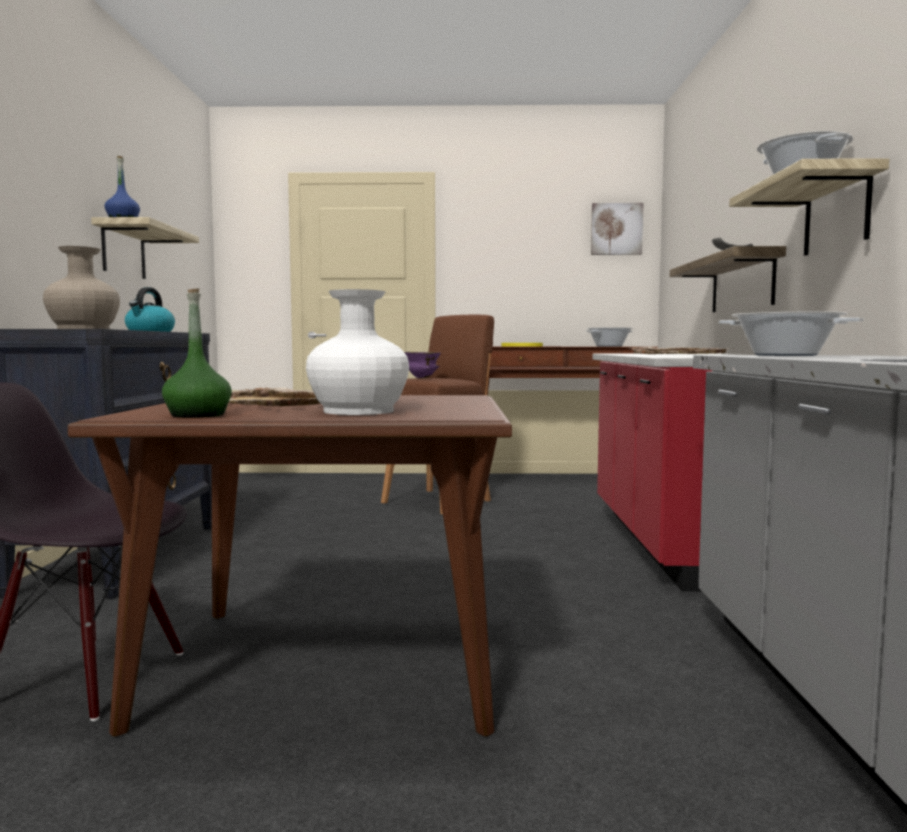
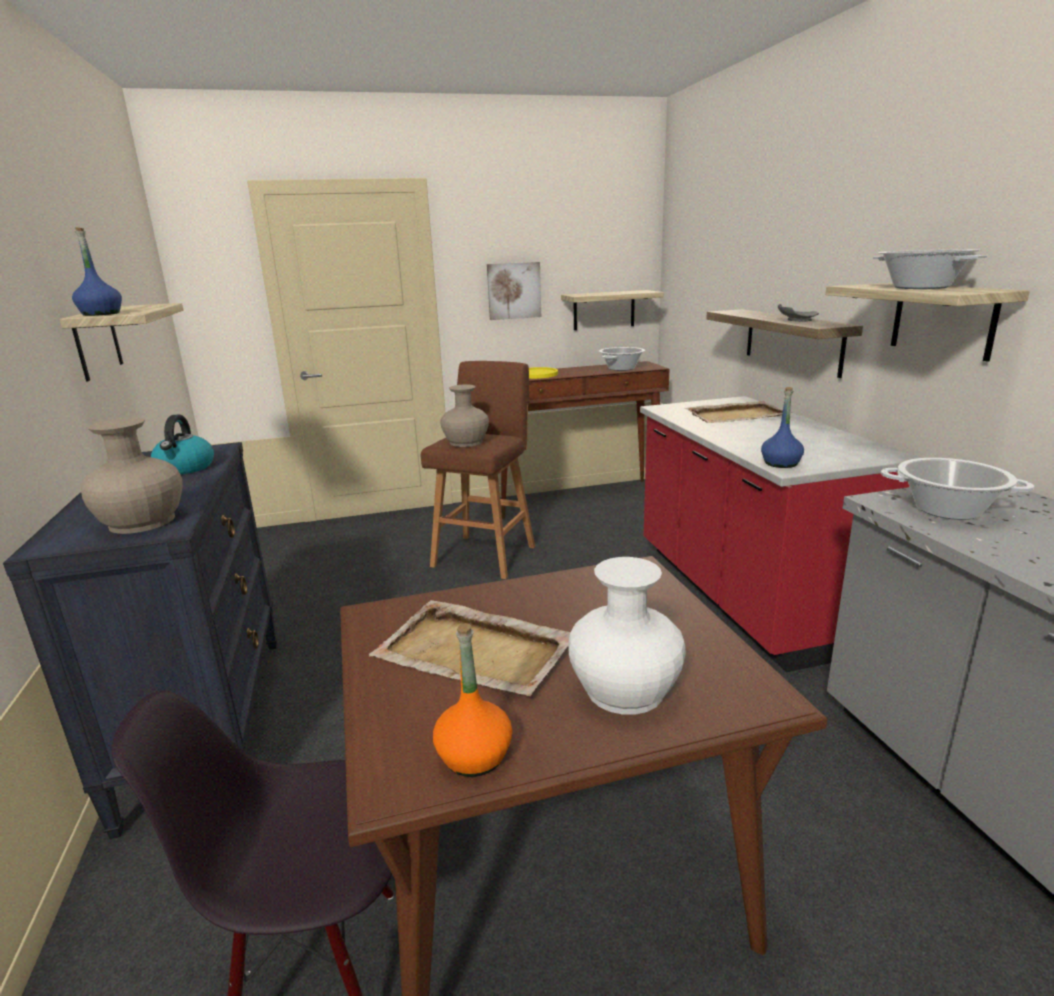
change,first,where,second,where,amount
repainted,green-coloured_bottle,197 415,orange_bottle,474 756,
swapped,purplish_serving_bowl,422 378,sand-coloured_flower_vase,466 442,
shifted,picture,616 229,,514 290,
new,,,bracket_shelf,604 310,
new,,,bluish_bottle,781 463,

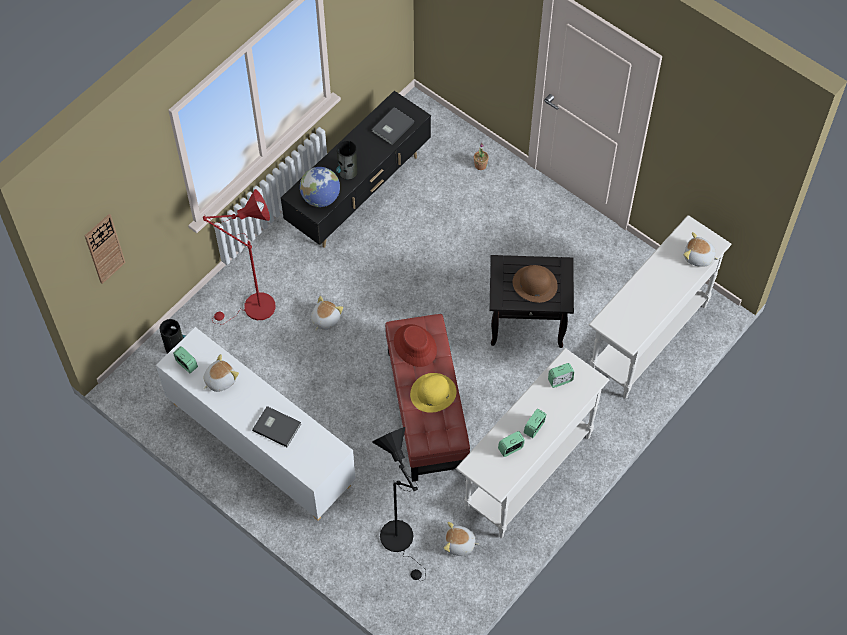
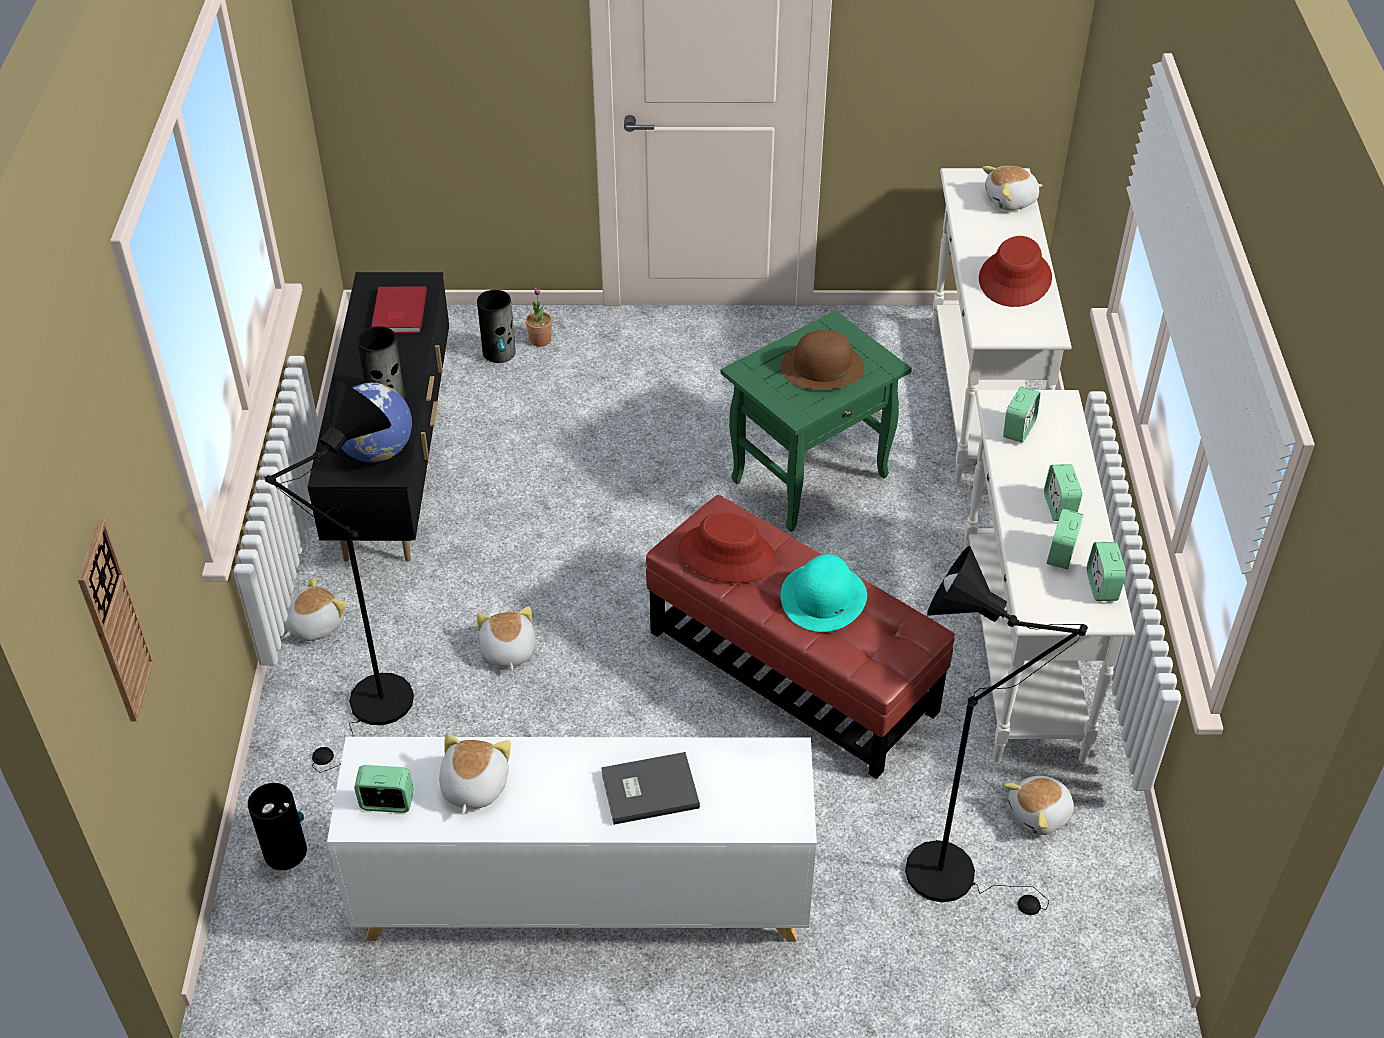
change,first,where,second,where,amount
repainted,reddish_floor_lamp,253 309,blackish_floor_lamp,374 710,
repainted,grey_book,391 126,reddish_book,397 313,
repainted,yellow-coloured_clothing_hat,433 393,blue-green_clothing_hat,823 597,
repainted,blackish_accent_table,528 323,green-coloured_accent_table,810 477,
new,,,soft_toy,314 625,
new,,,flower_vase,499 352,
new,,,reddish_clothing_hat,1015 279,
new,,,table_clock,1102 586,

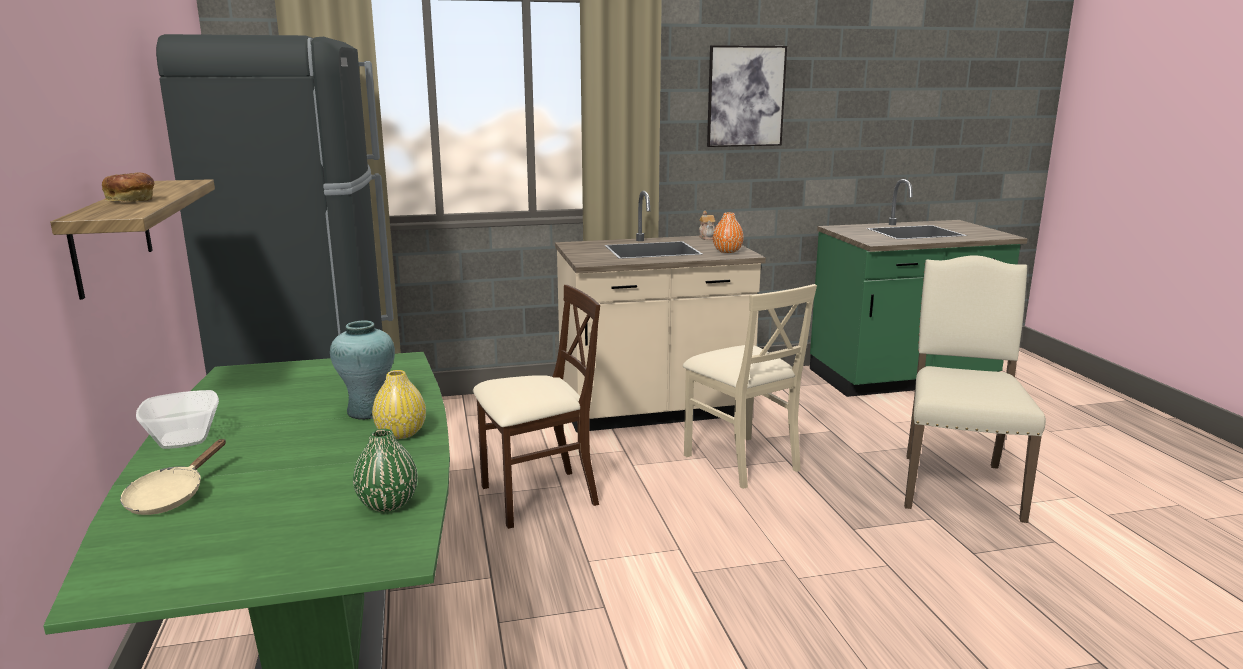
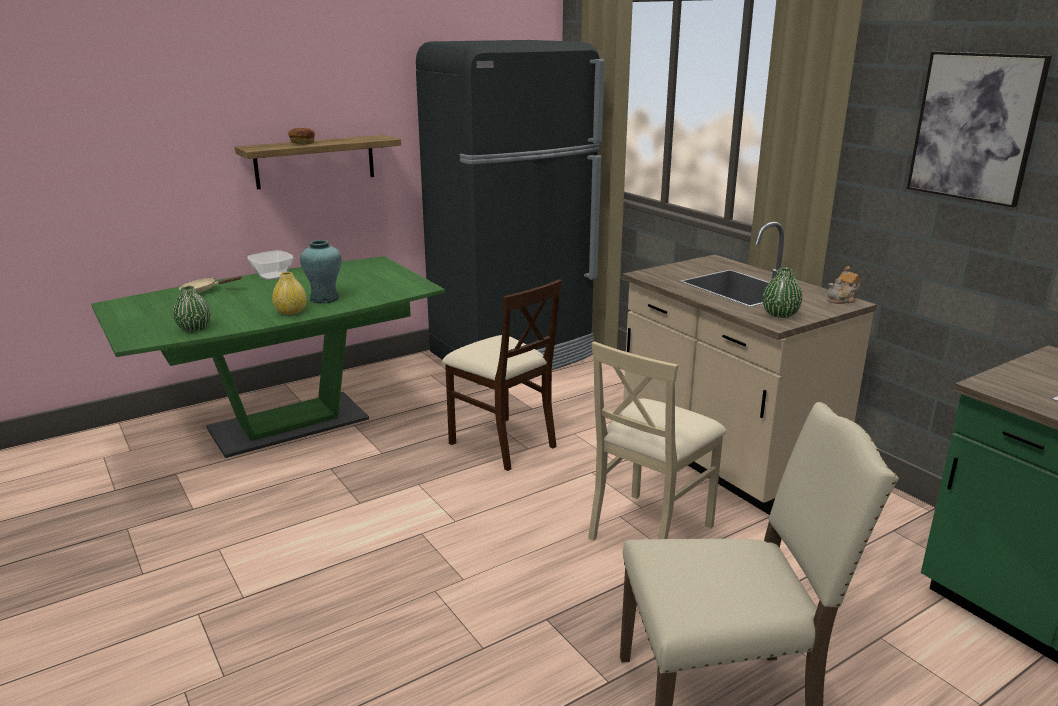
change,first,where,second,where,amount
repainted,orange_flower_vase,727 251,green-coloured_flower_vase,780 314,

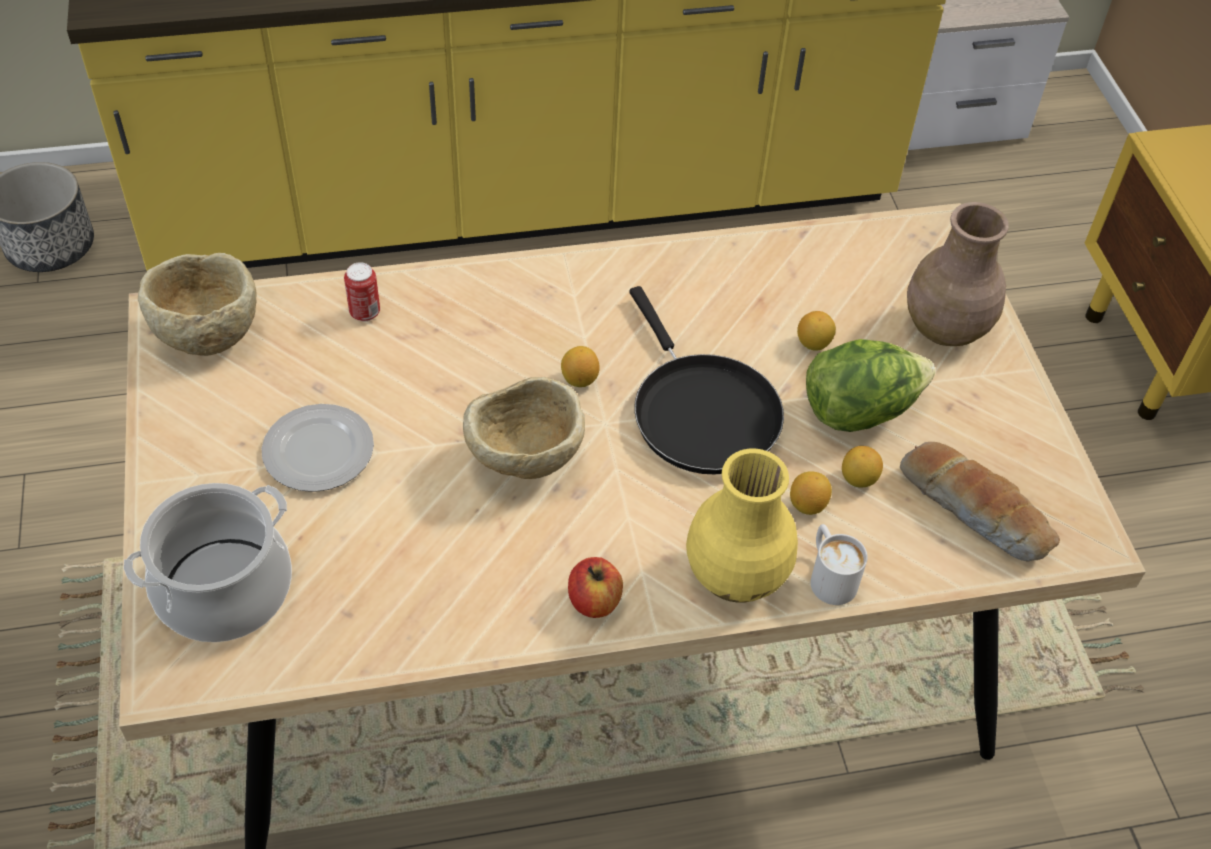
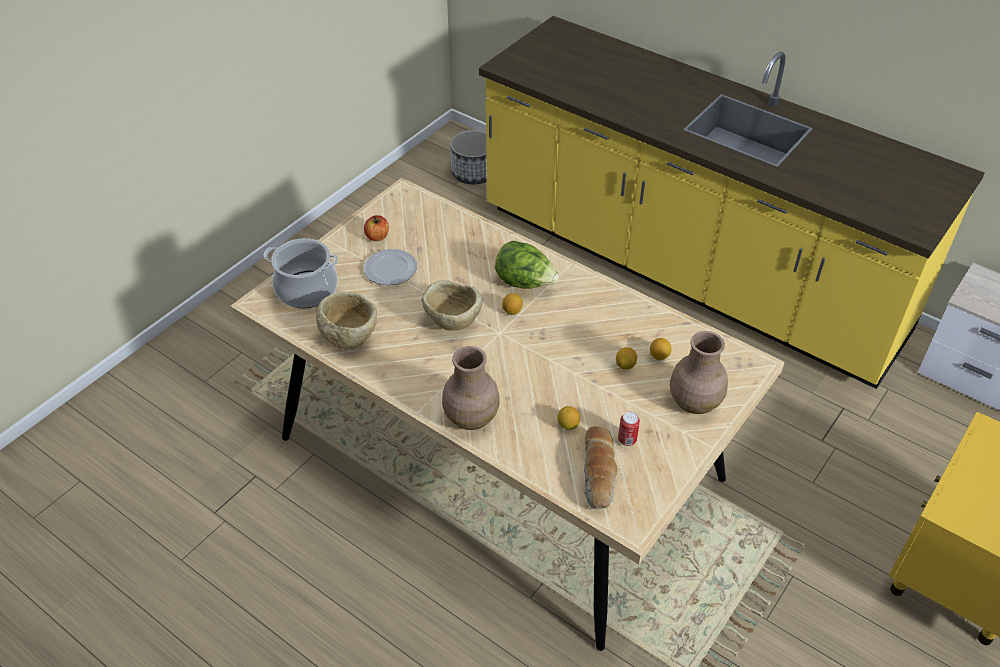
change,first,where,second,where,amount
shifted,sand-coloured_serving_bowl,207 334,,350 337,
shifted,metal_can,365 313,,627 440,
shifted,apple_fruit,594 601,,377 236,
gone,blackish_skillet,701 412,,,
repainted,yellow-coloured_flower_vase,734 576,brownish_flower_vase,470 417,
shifted,whole_lemon,807 505,,659 356,
shifted,lettuce,859 410,,525 283,
gone,white-coloured_coffee_mug,829 576,,,

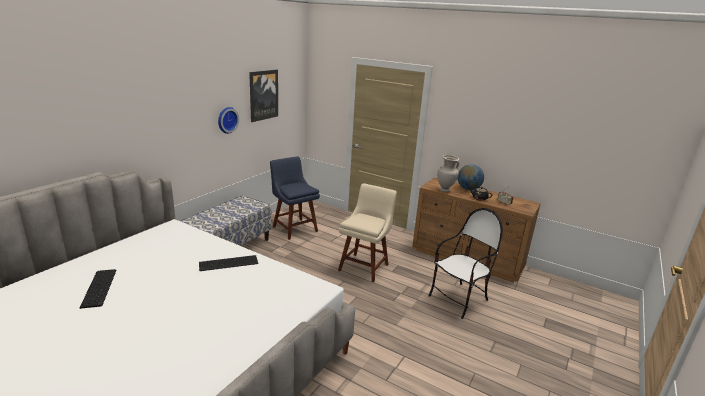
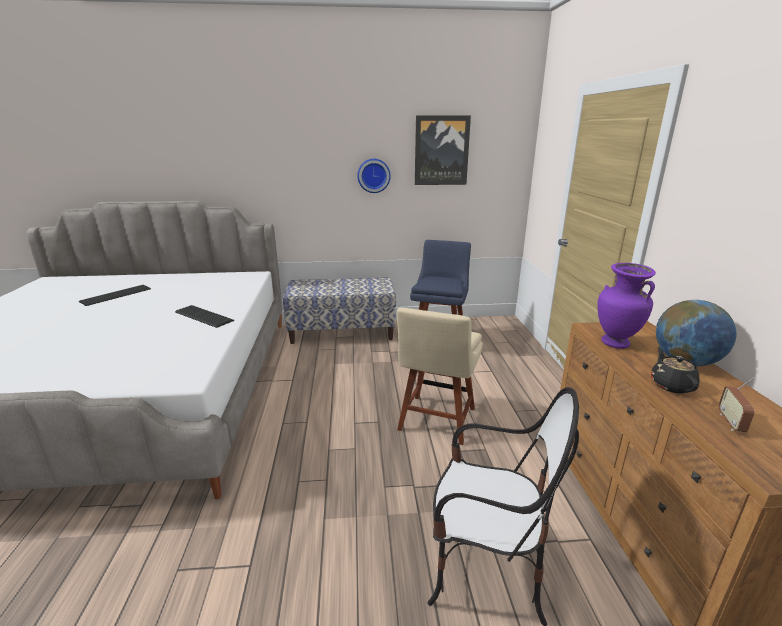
change,first,where,second,where,amount
rotated,sand-coloured_plain_chair,364 266,,436 421,120 degrees clockwise
repainted,sand-coloured_flower_vase,445 190,purplish_flower_vase,615 343,

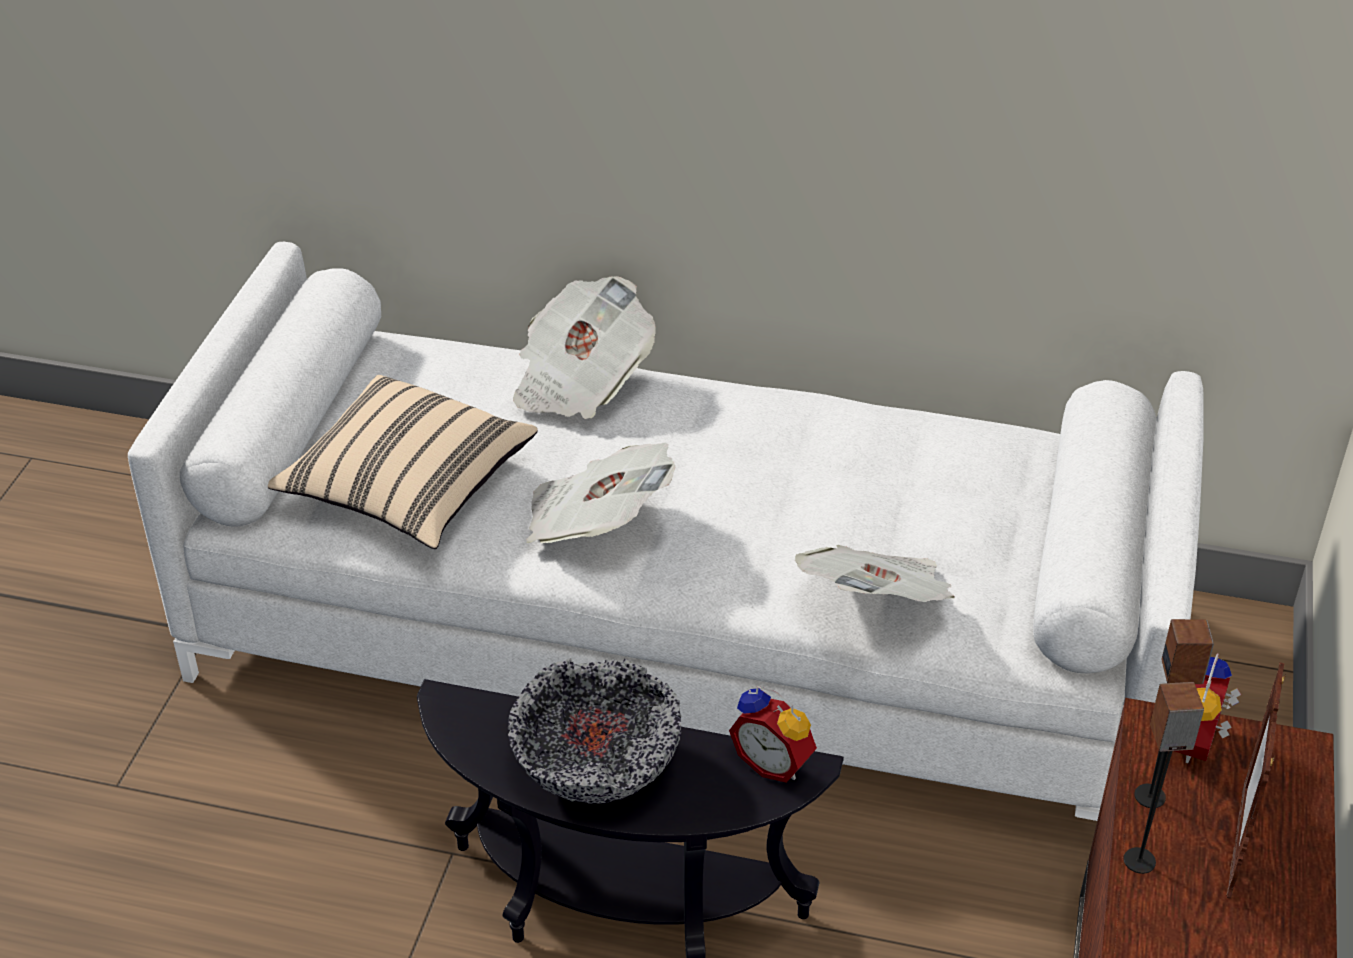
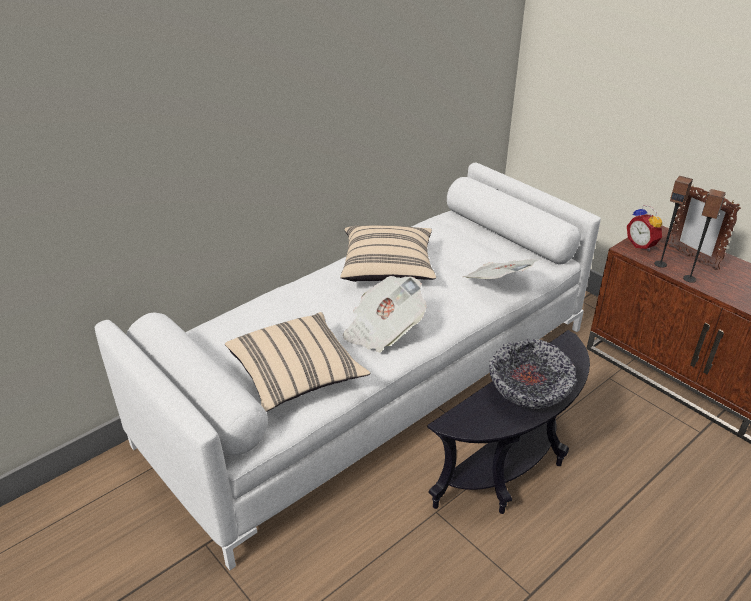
change,first,where,second,where,amount
gone,printed_paper,580 381,,,
gone,table_clock,774 762,,,
new,,,sand-coloured_cushion,387 268,

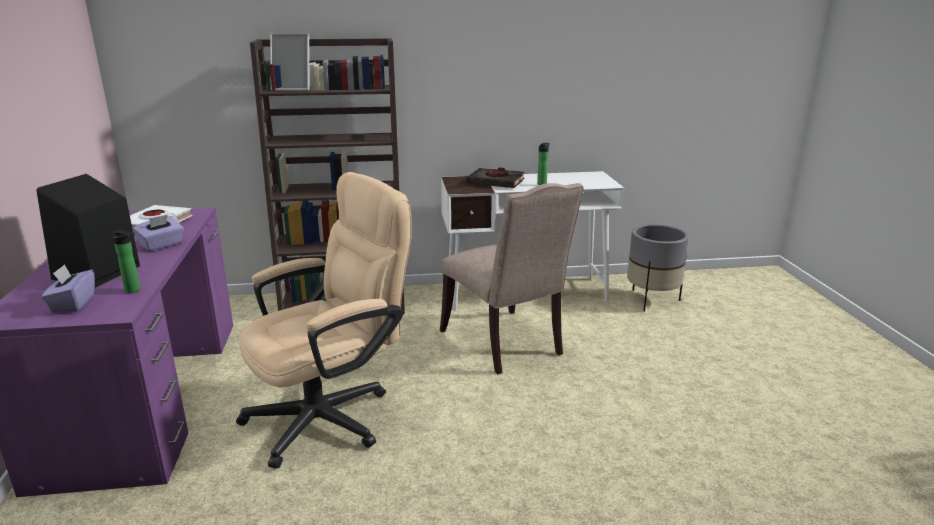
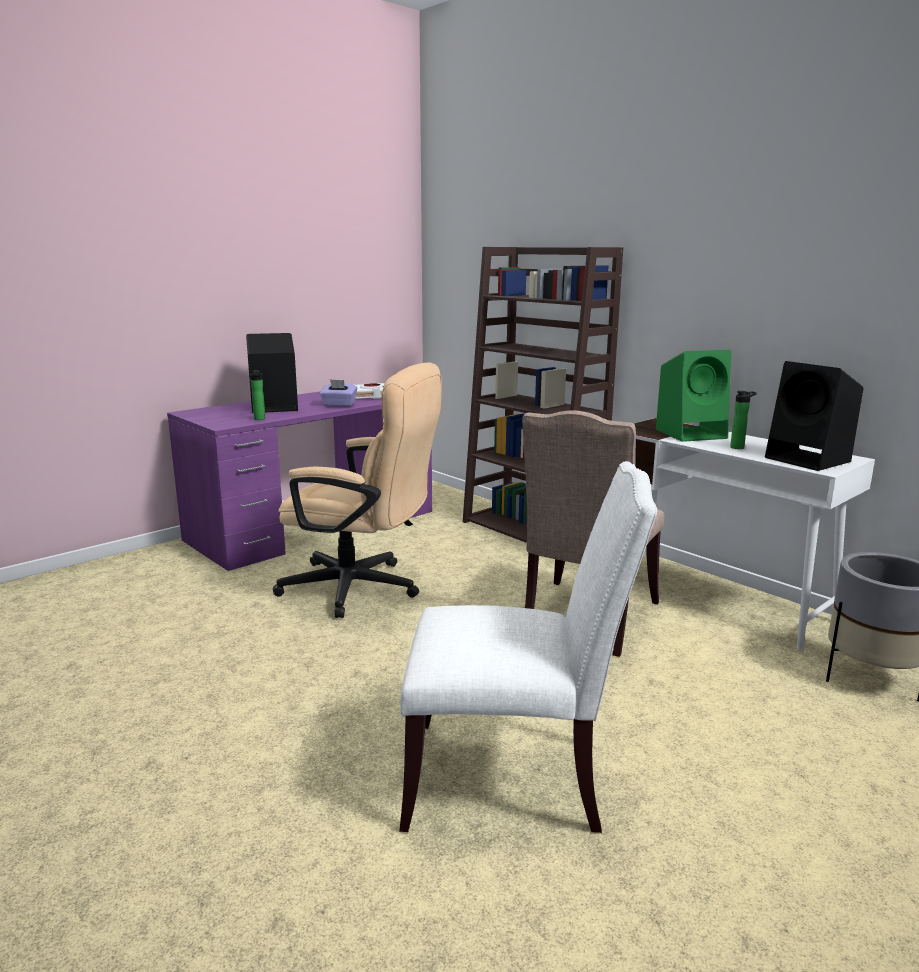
change,first,where,second,where,amount
gone,purplish_tissue_box,73 304,,,
gone,picture_frame,293 89,,,
swapped,blackish_book,496 182,green-coloured_loudspeaker,692 434,
new,,,white-coloured_plain_chair,513 778,
new,,,blackish_loudspeaker,809 460,

